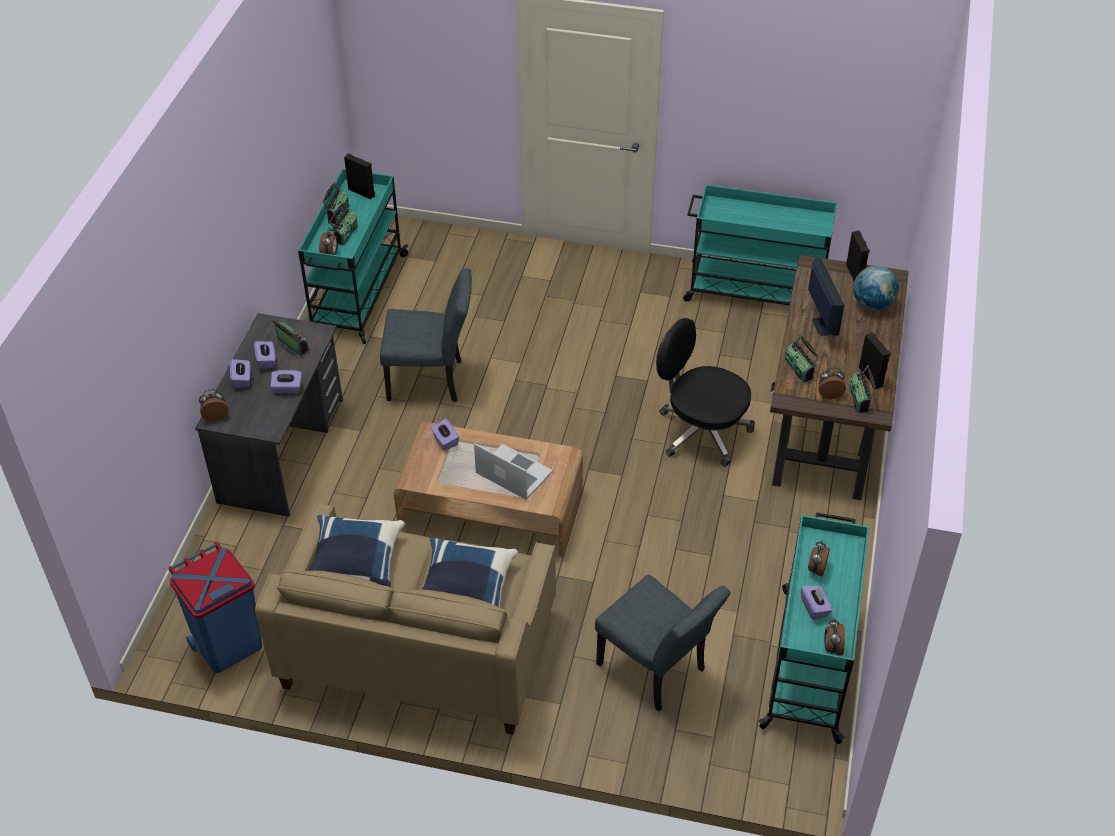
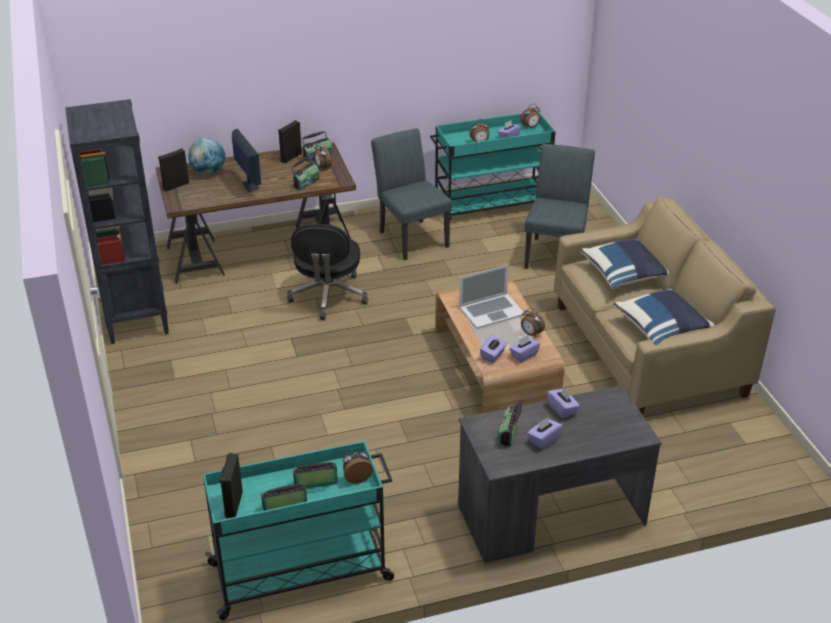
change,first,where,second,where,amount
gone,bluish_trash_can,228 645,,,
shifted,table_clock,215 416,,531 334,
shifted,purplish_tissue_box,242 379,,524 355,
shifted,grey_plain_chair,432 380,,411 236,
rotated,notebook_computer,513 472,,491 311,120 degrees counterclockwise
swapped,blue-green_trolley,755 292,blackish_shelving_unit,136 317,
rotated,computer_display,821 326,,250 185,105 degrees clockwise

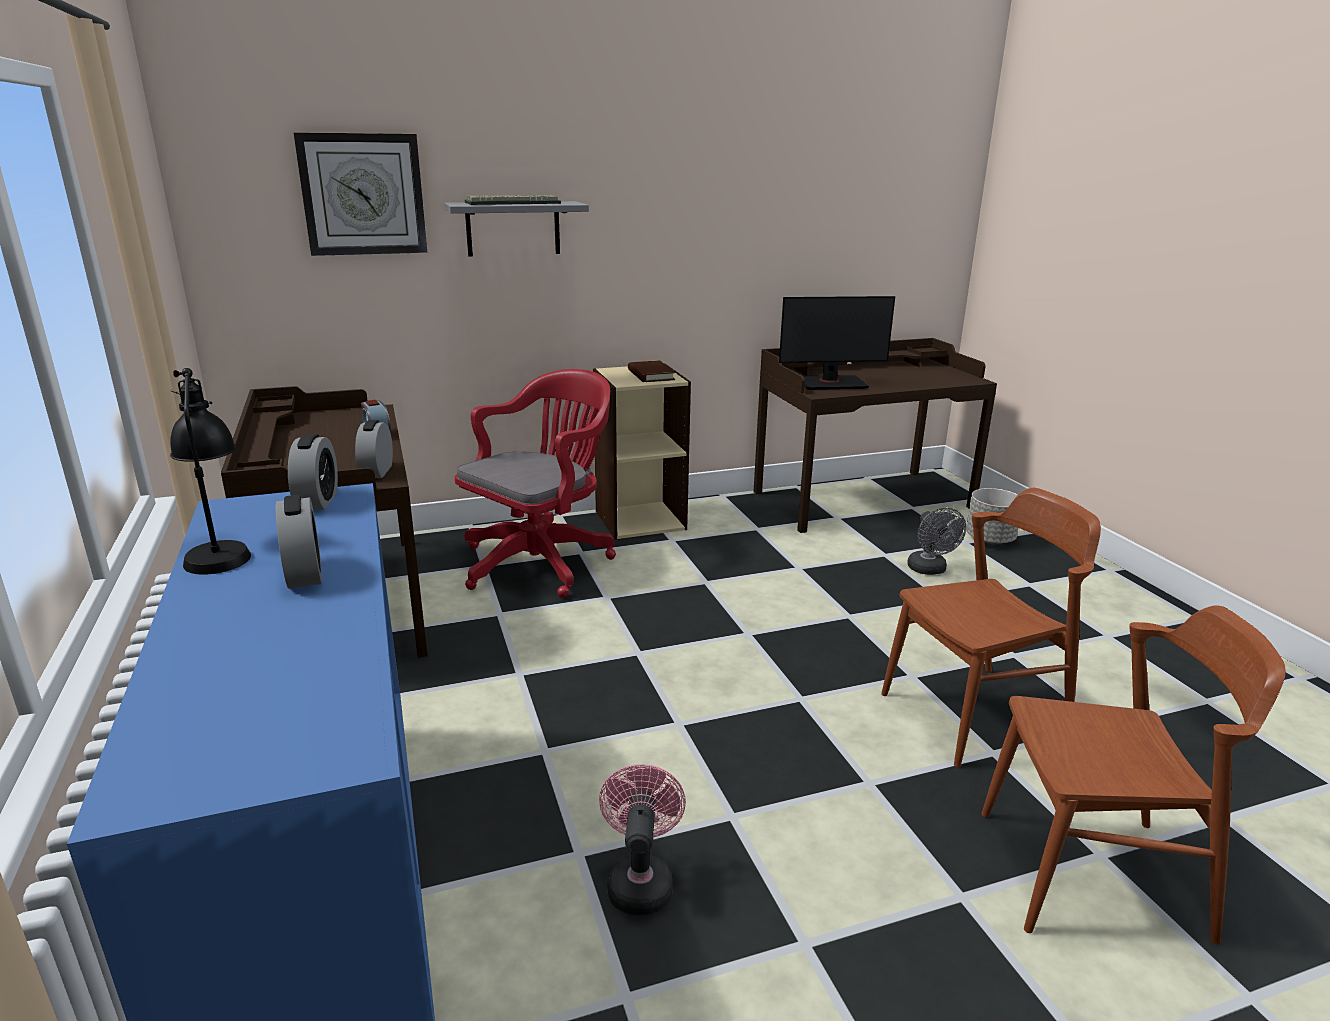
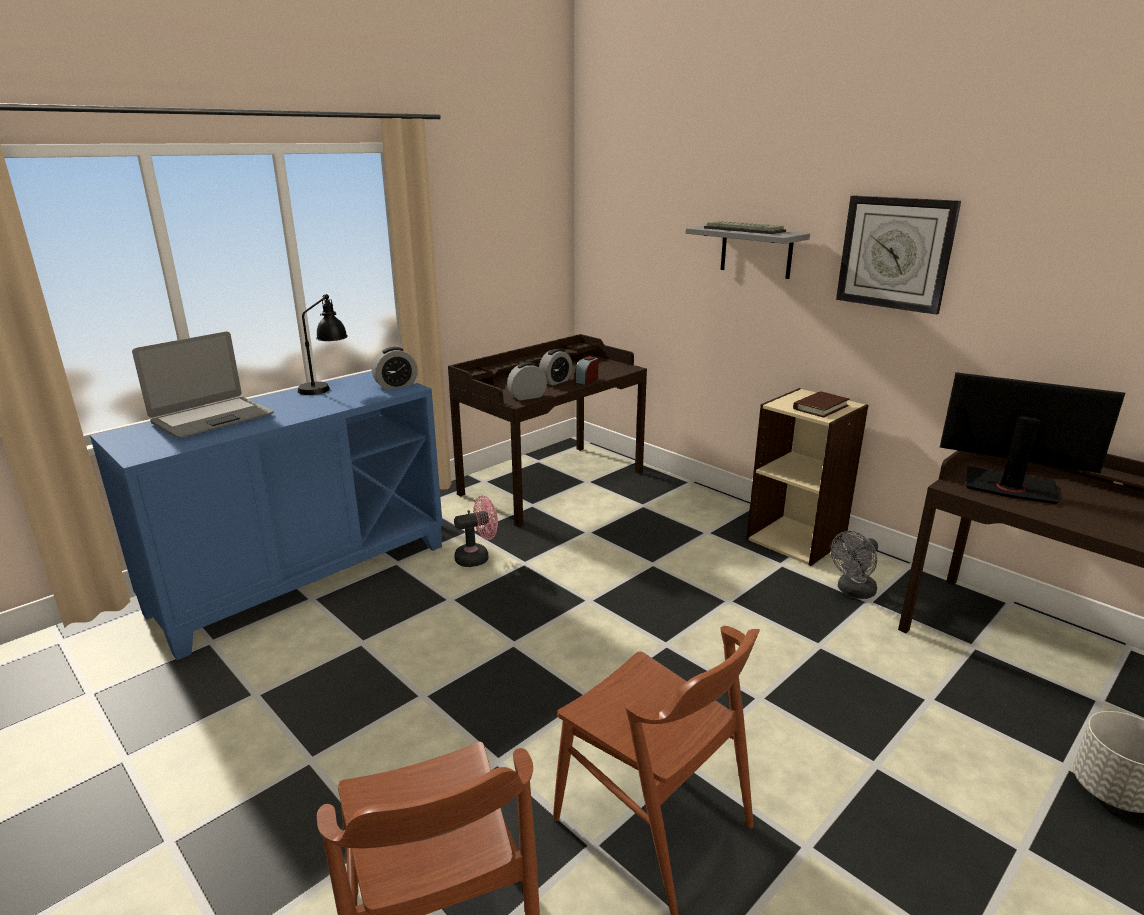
change,first,where,second,where,amount
shifted,table_clock,304 574,,555 381,
shifted,hanging_clock,363 194,,895 253,
gone,reddish_office_chair,542 561,,,
shifted,pink_electric_fan,640 880,,477 557,
rotated,computer_display,830 383,,1010 486,150 degrees clockwise
shifted,grey_electric_fan,930 570,,853 592,
new,,,notebook_computer,212 418,

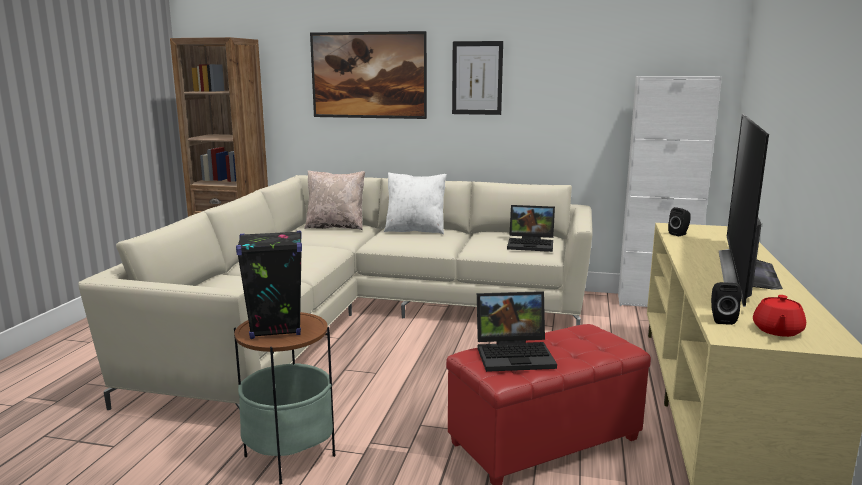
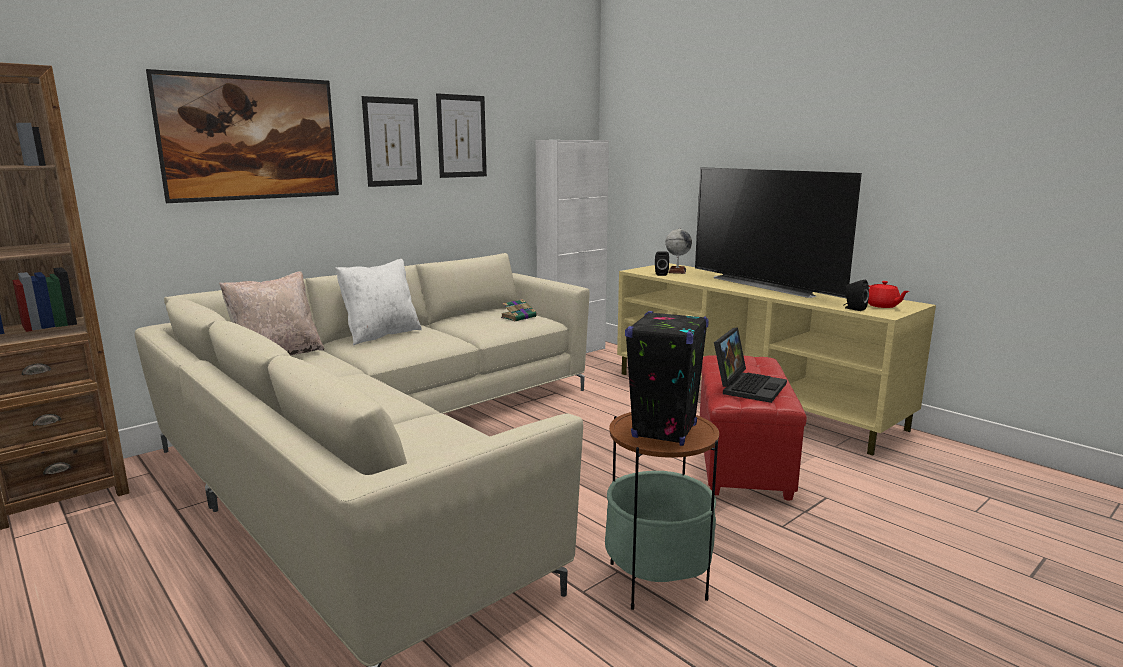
change,first,where,second,where,amount
swapped,notebook_computer,532 244,book,519 317,
new,,,picture,461 136,
new,,,desk_globe,677 271,

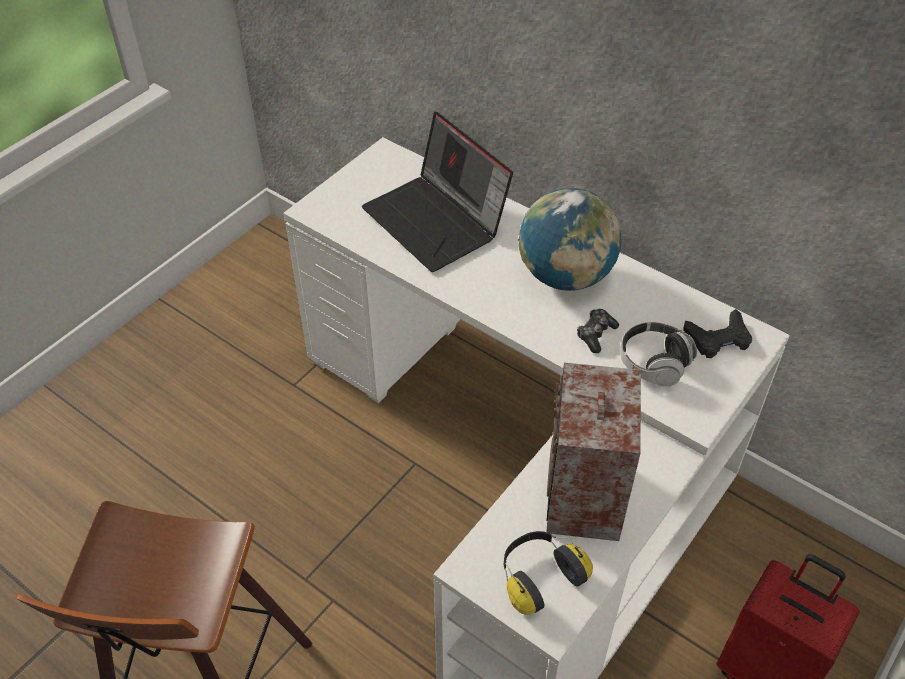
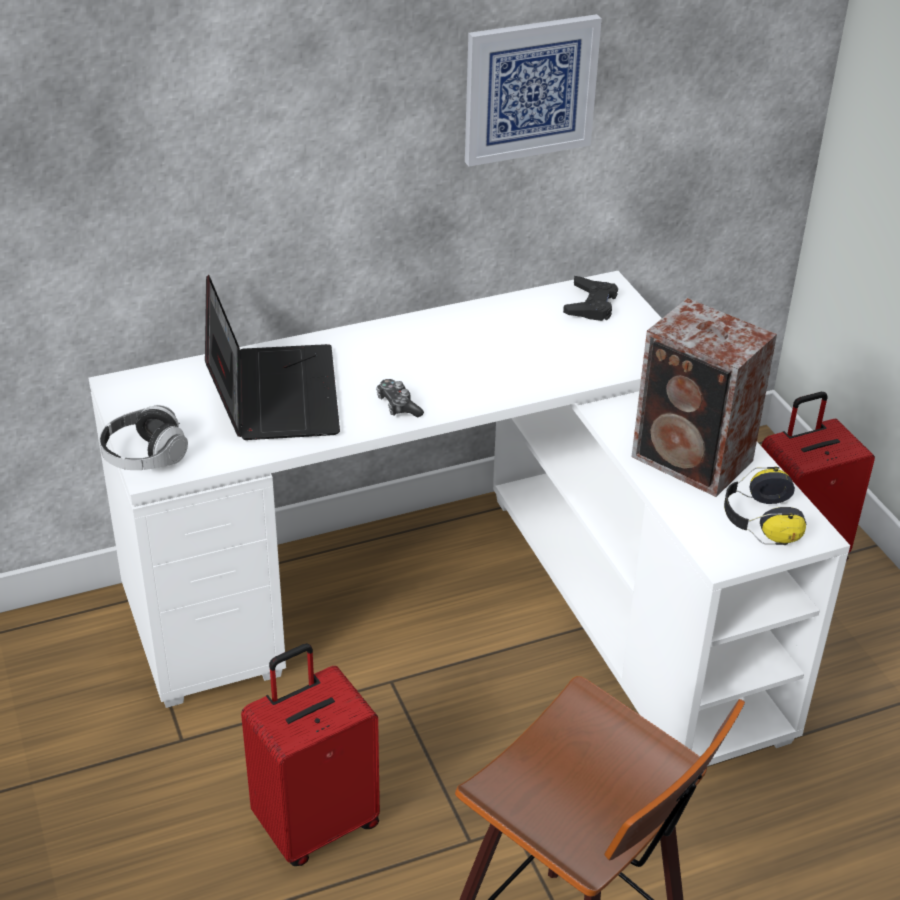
change,first,where,second,where,amount
rotated,notebook_computer,437 221,,272 393,90 degrees counterclockwise
gone,desk_globe,565 276,,,
shifted,joypad,595 334,,398 406,
shifted,headset,654 363,,144 456,
new,,,reddish_travel_case,316 823,
new,,,picture,529 89,

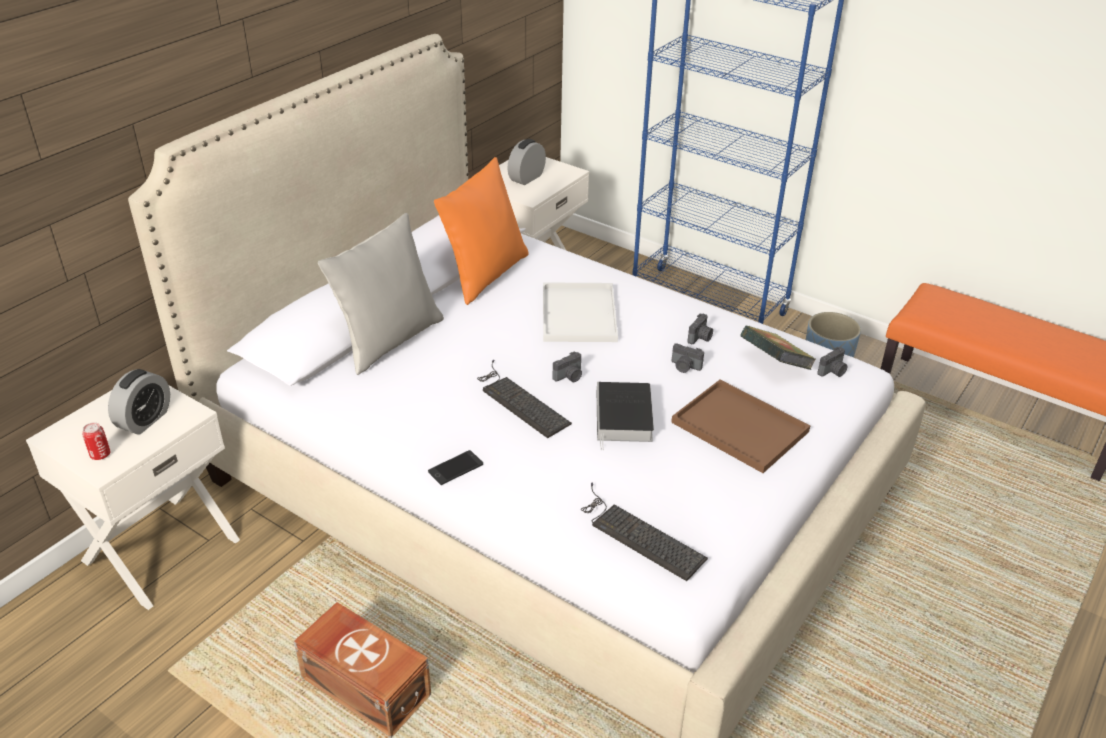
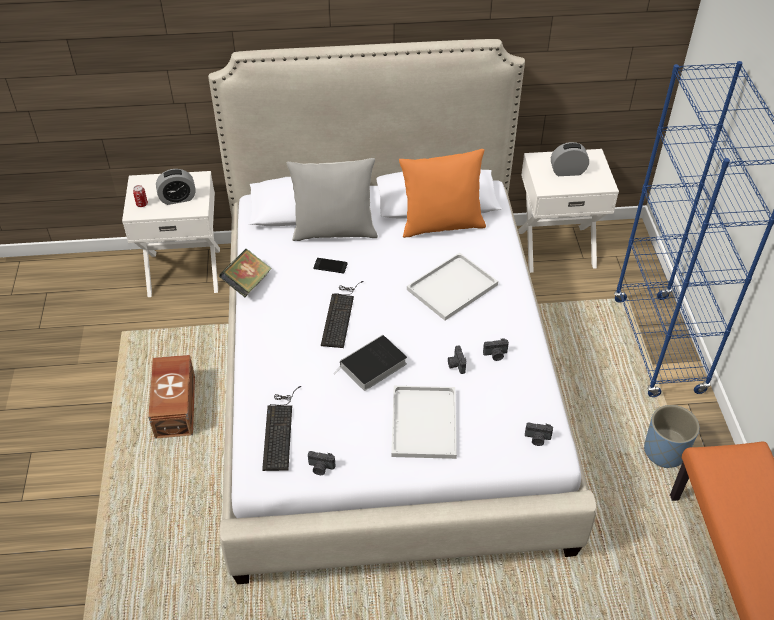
change,first,where,second,where,amount
shifted,phone,455 468,,330 266,
shifted,still_camera,569 377,,320 468,
repainted,brownish_tray,737 426,white-coloured_tray,423 421,
shifted,book,774 365,,247 283,

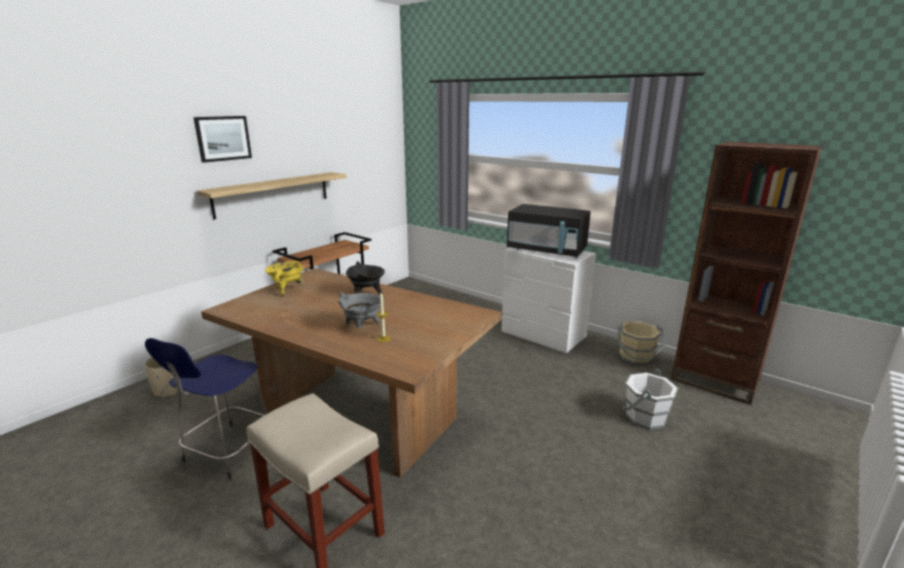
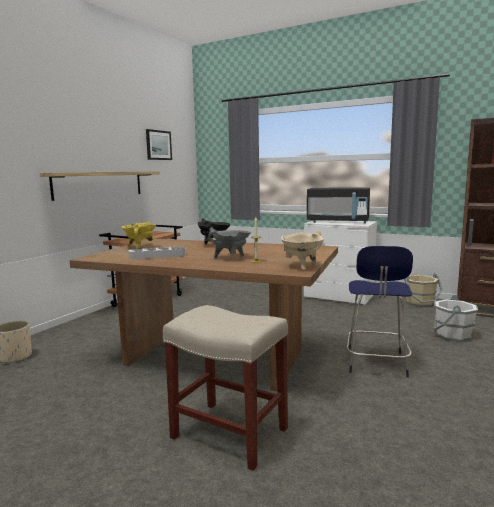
change,first,where,second,where,amount
shifted,bluish_sitting_stool,228 452,,376 364,
shifted,picture,223 138,,158 145,
new,,,grey_tray,157 256,
new,,,sand-coloured_stockpot,301 266,

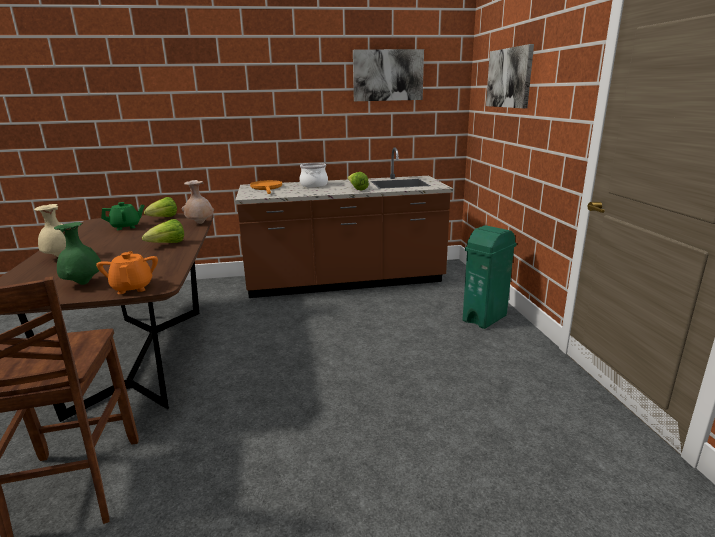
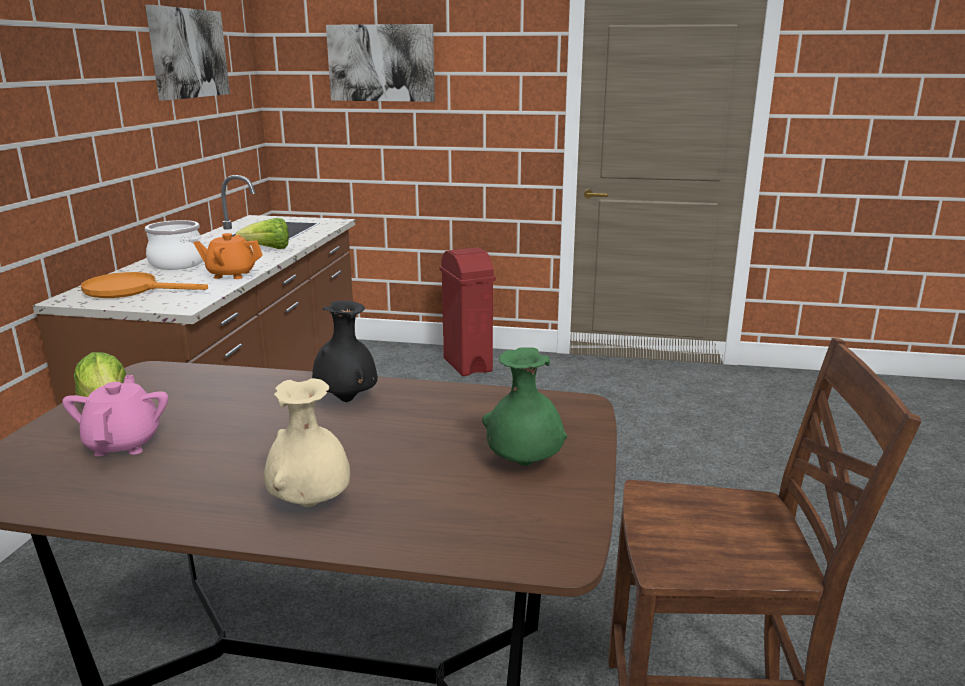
change,first,where,second,where,amount
shifted,orange_tea_pot,133 287,,231 274,
repainted,green-coloured_tea_pot,126 227,pink_tea_pot,124 443,
swapped,lettuce,167 244,blackish_flower_vase,347 400,
gone,sand-coloured_flower_vase,200 223,,,
repainted,green-coloured_trash_can,485 318,reddish_trash_can,467 364,

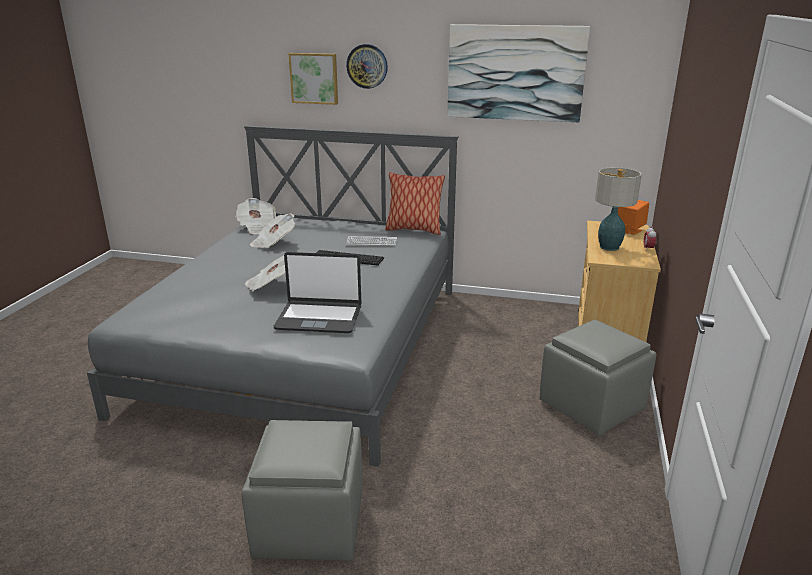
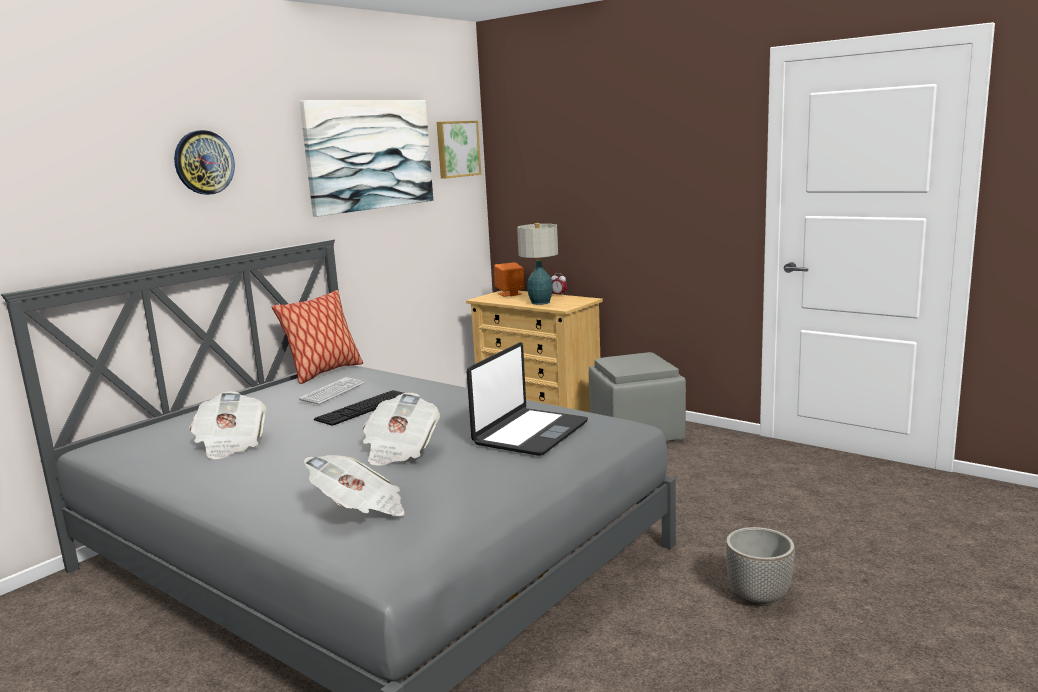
change,first,where,second,where,amount
shifted,printed_paper,257 227,,360 509,
swapped,grey_ottoman,311 525,plant_pot,759 597,
shifted,picture,314 78,,457 149,

